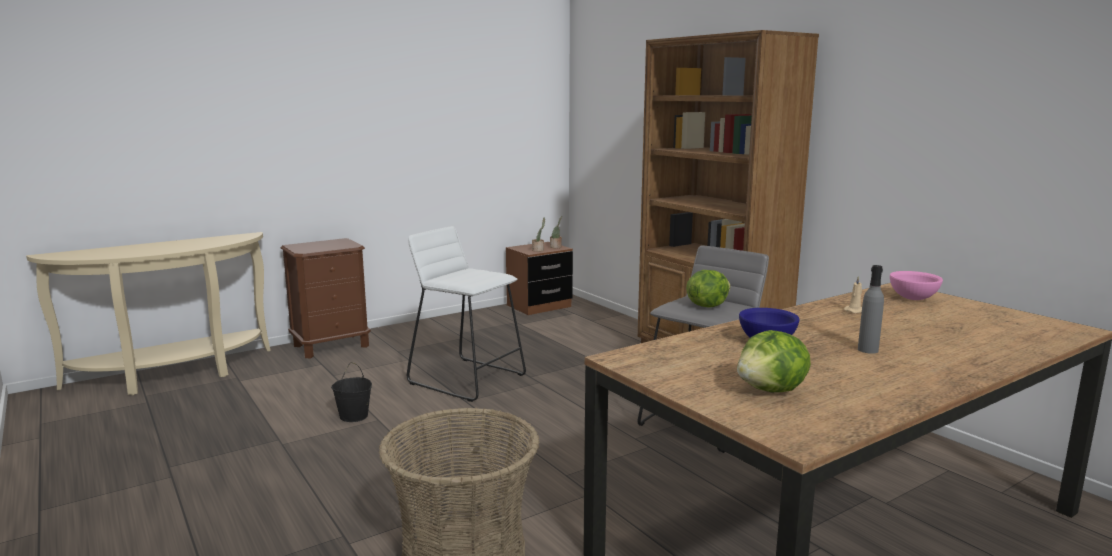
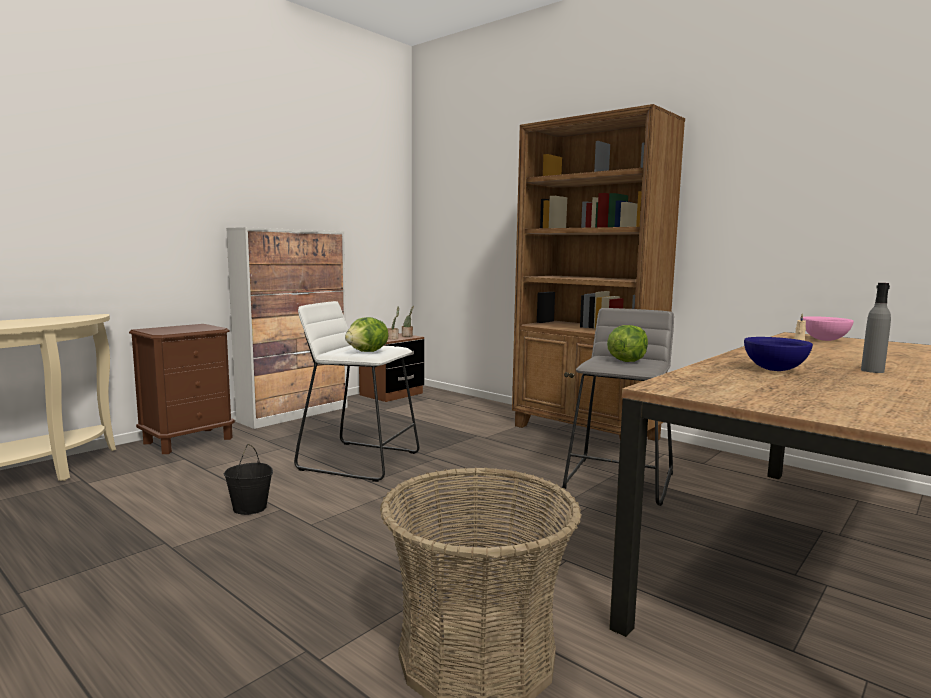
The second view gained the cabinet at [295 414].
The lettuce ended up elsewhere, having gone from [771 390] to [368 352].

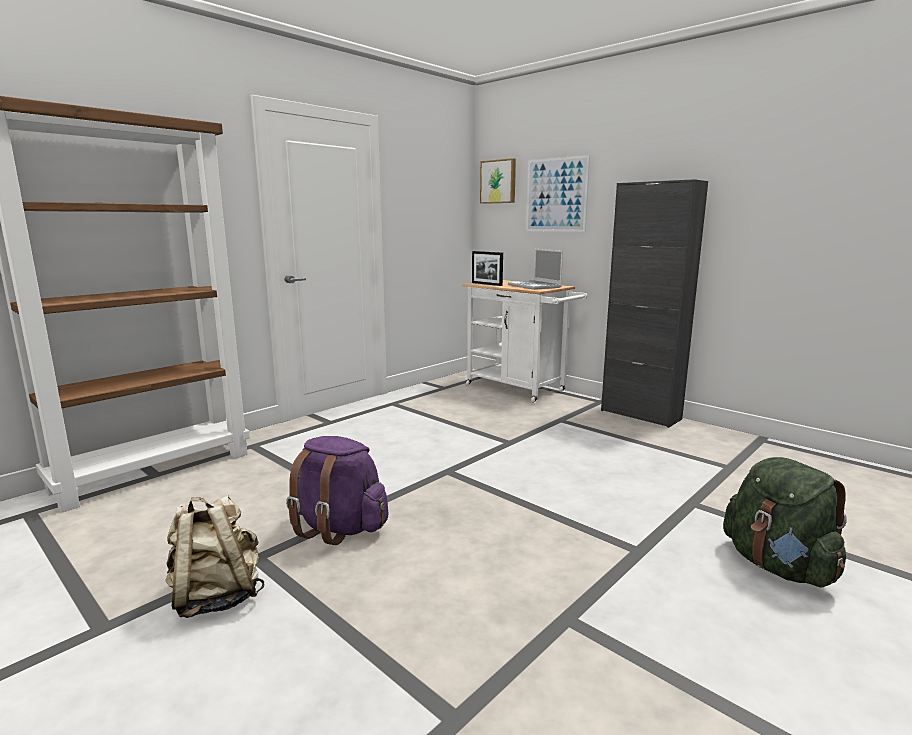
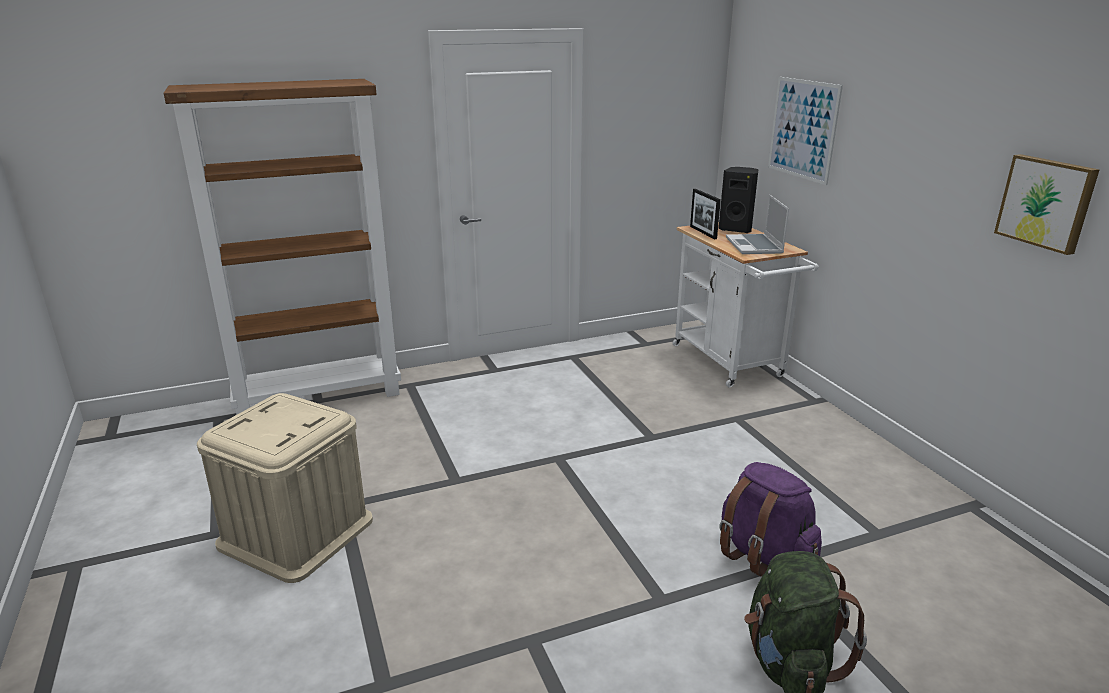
Where the beige backpack stood at [217 597], the beige storage box came to stand at [296 532].
The second view gained the black speaker at [736 229].
The purple backpack ended up elsewhere, having gone from [339 528] to [763 554].
The picture ended up elsewhere, having gone from [498 181] to [1046 202].
The second view lost the black cabinet at [640 415].

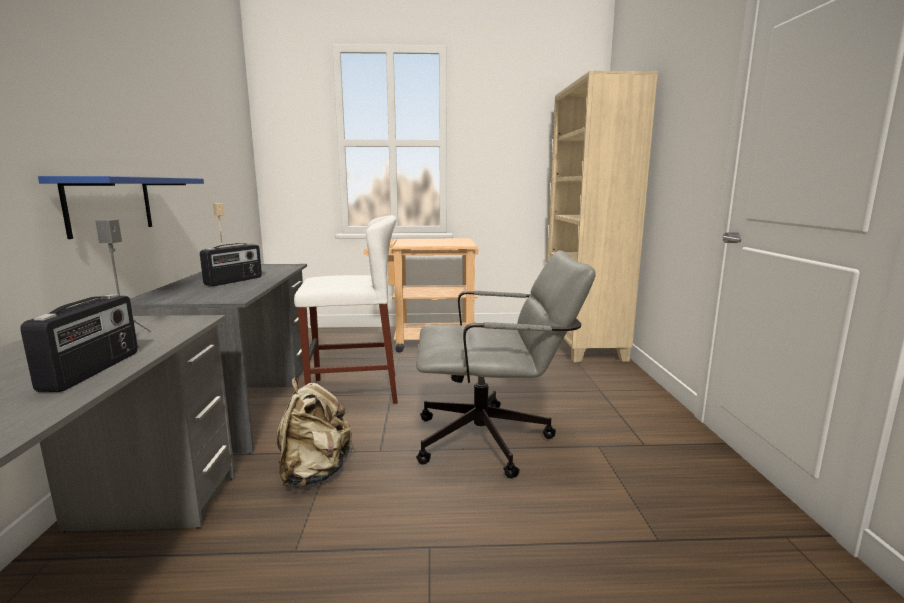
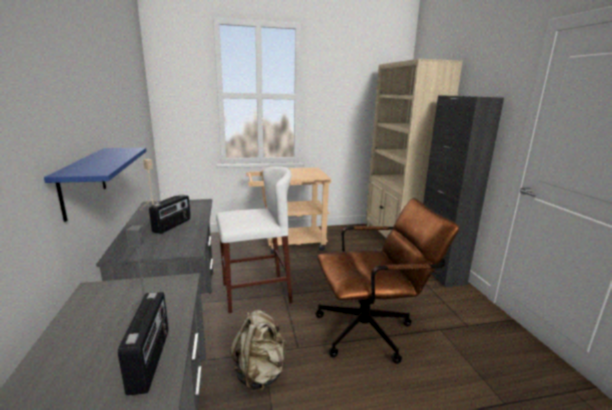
What was the grey office chair at [495 440] turned into the brown office chair at [372 330].
The second view gained the black cabinet at [439 271].

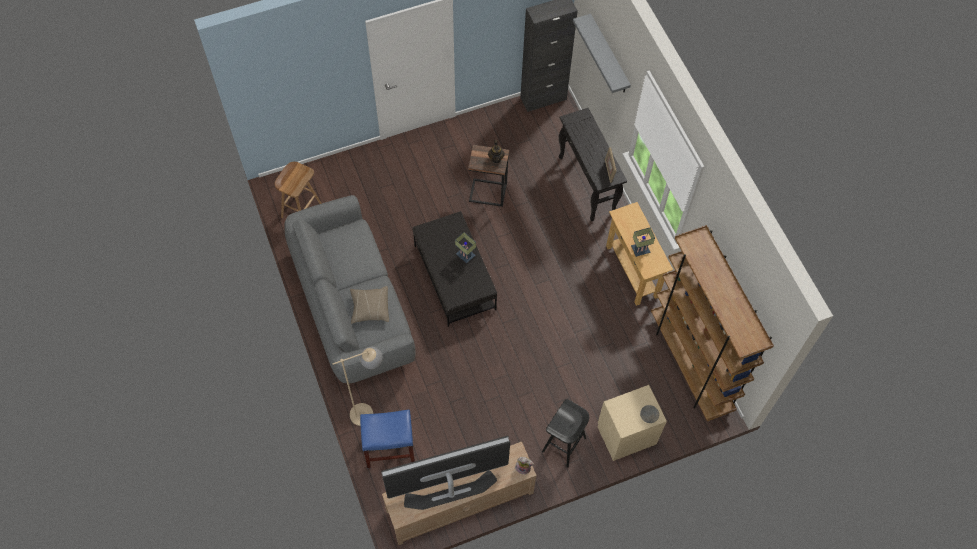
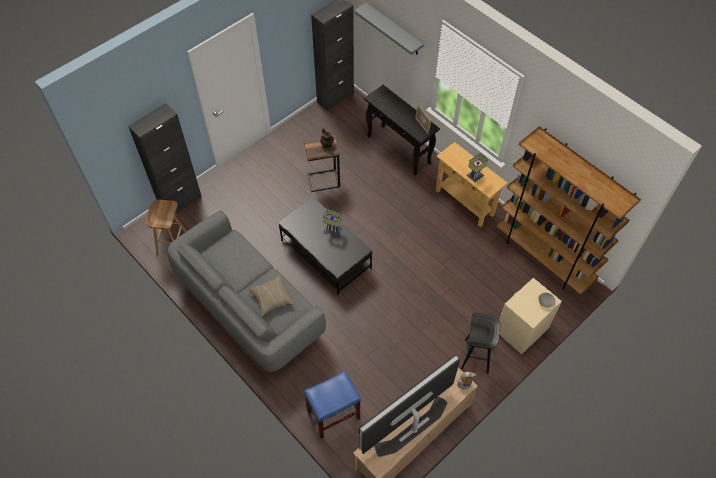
The second view gained the black cabinet at [180 202].
The second view lost the beige floor lamp at [369 411].

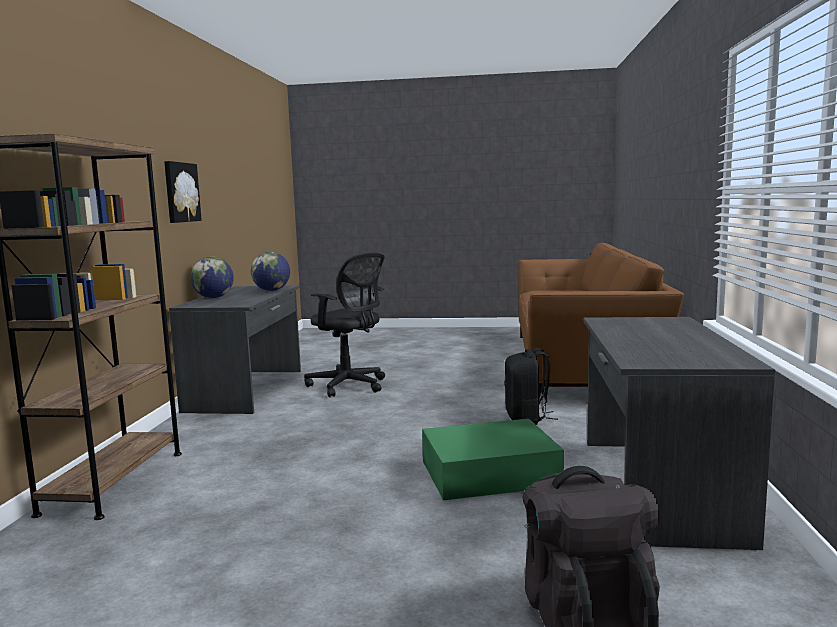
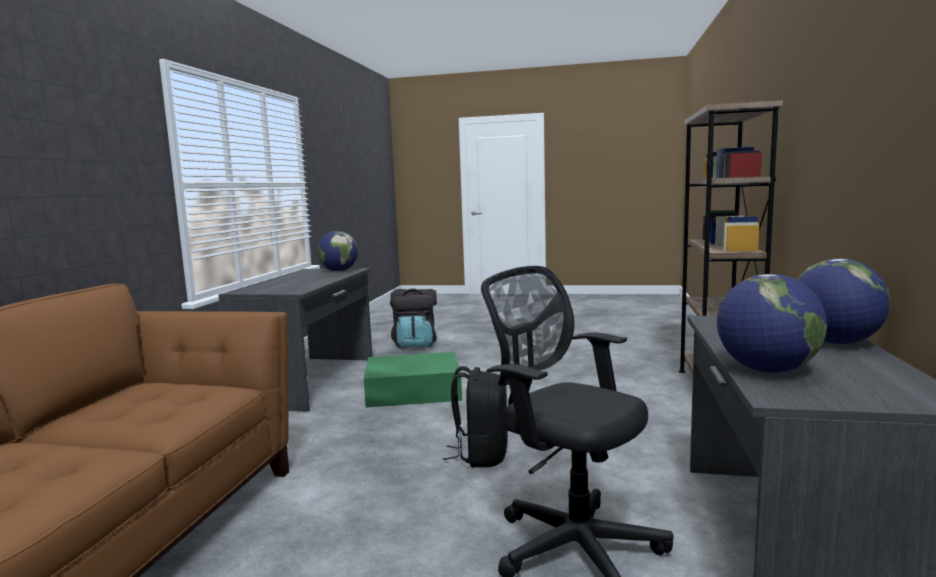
The second view gained the globe at [338 271].
The black backpack ended up elsewhere, having gone from [527 418] to [481 455].
The second view lost the picture at [180 192].

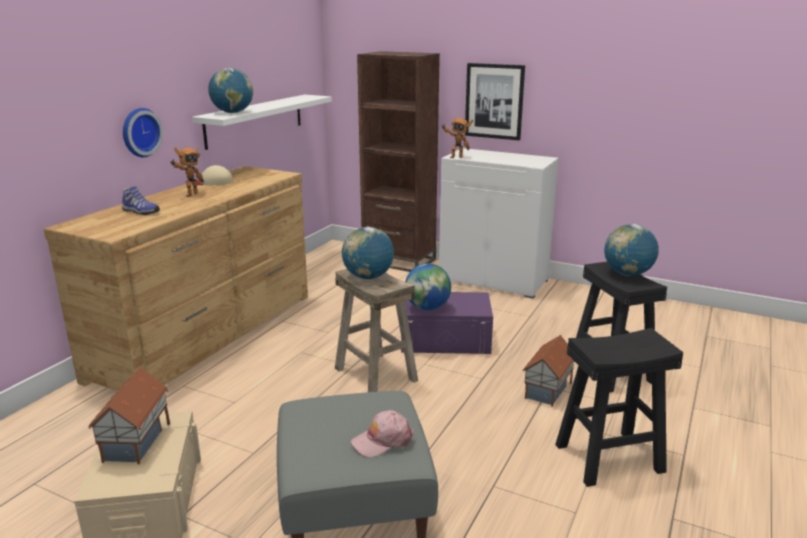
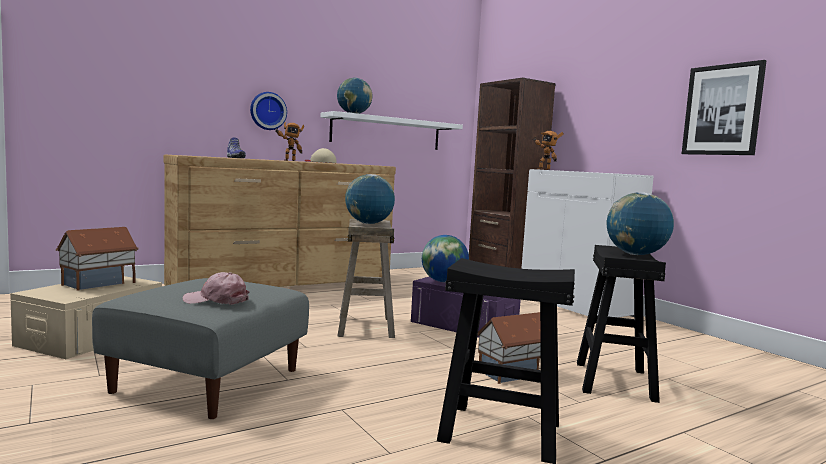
The picture ended up elsewhere, having gone from [494 101] to [722 110].

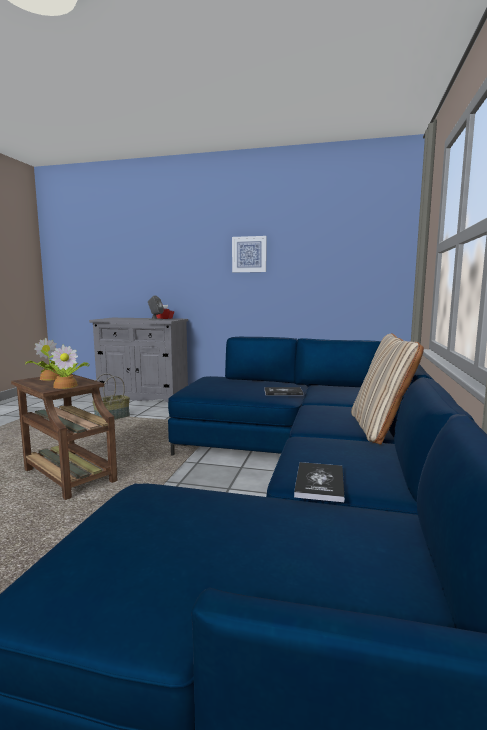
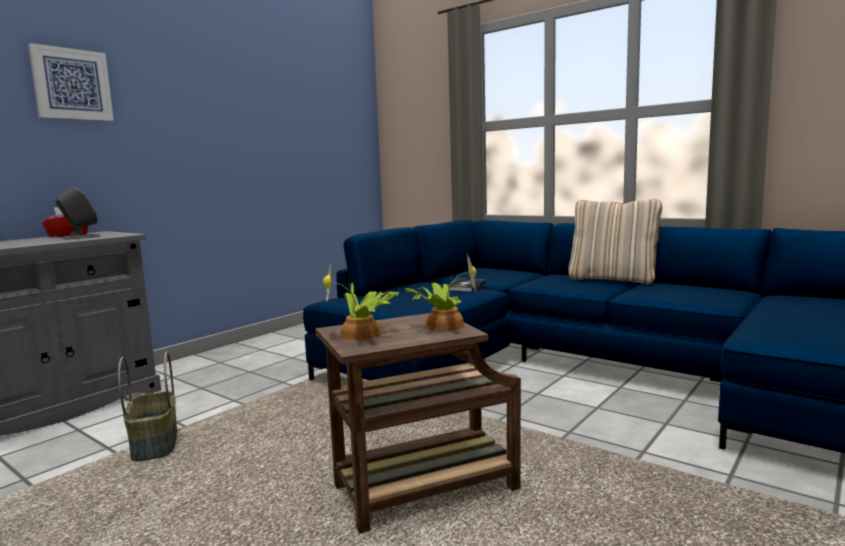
The picture ended up elsewhere, having gone from [249 254] to [72 84].
The second view lost the book at [319 483].

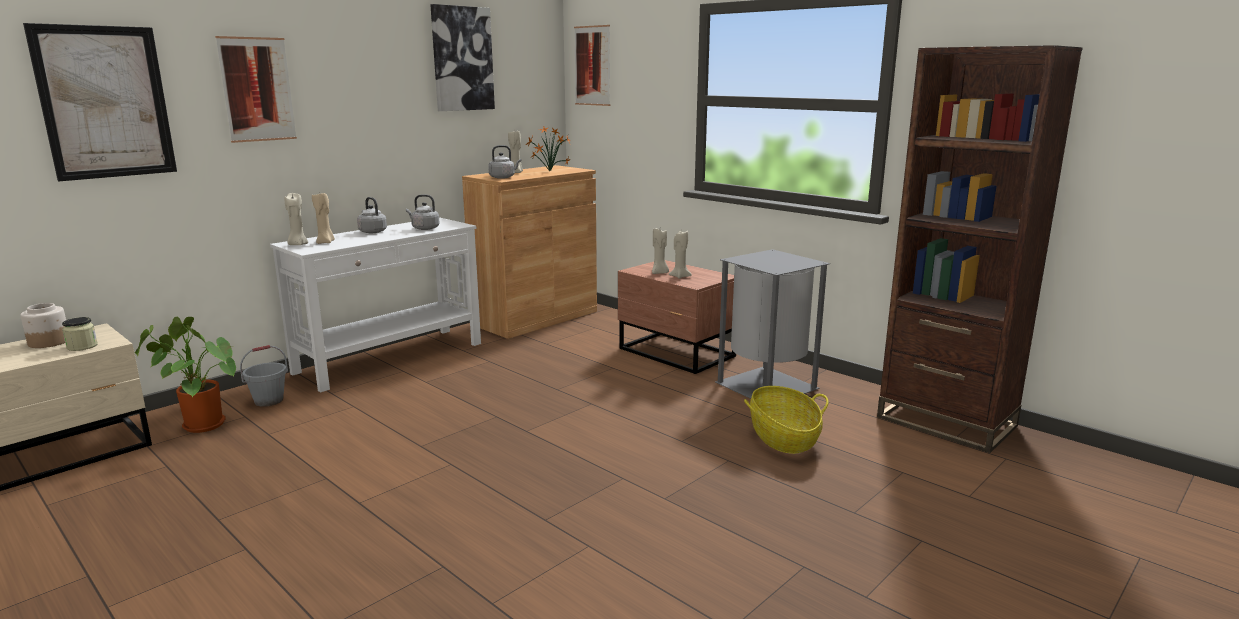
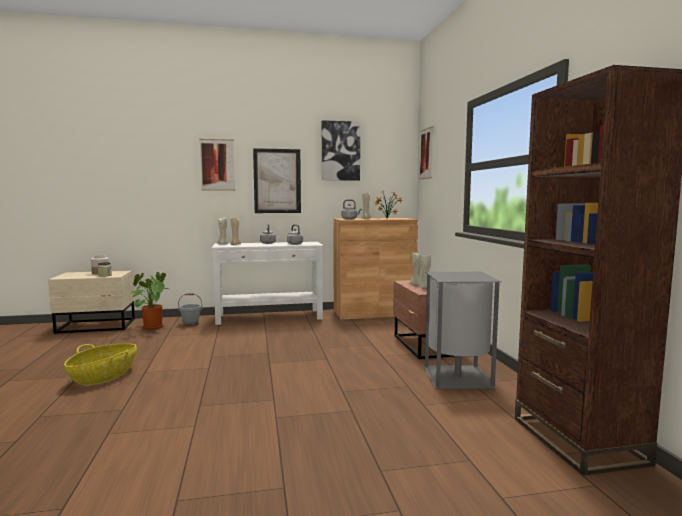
The basket ended up elsewhere, having gone from [783 437] to [103 376].
The picture ended up elsewhere, having gone from [105 102] to [277 181].

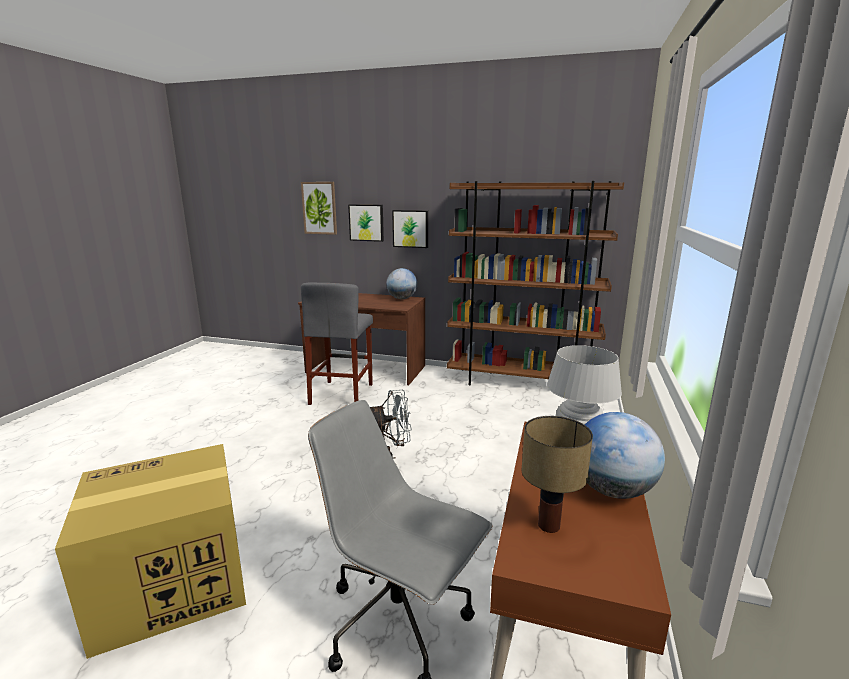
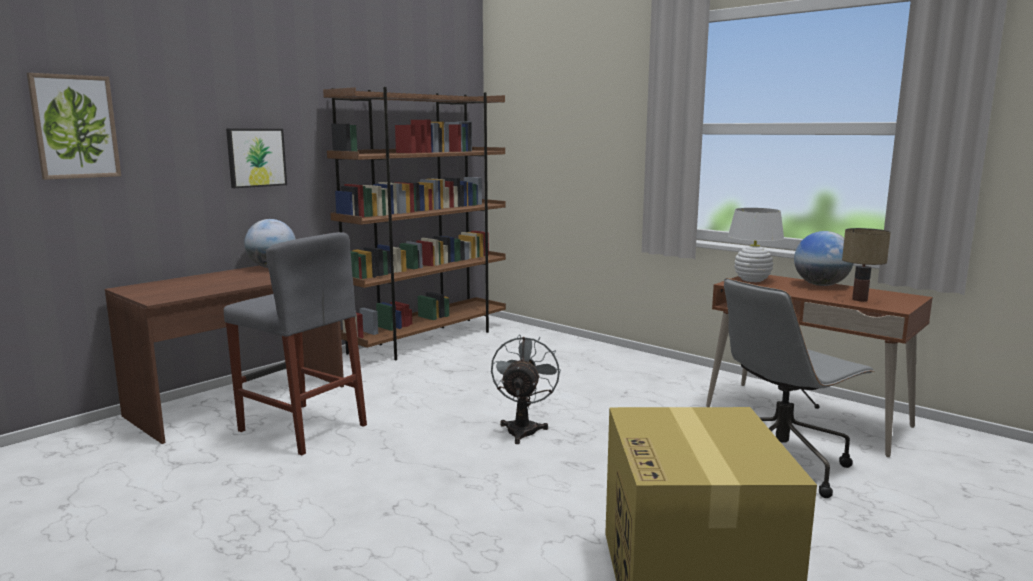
The second view lost the picture at [366 222].

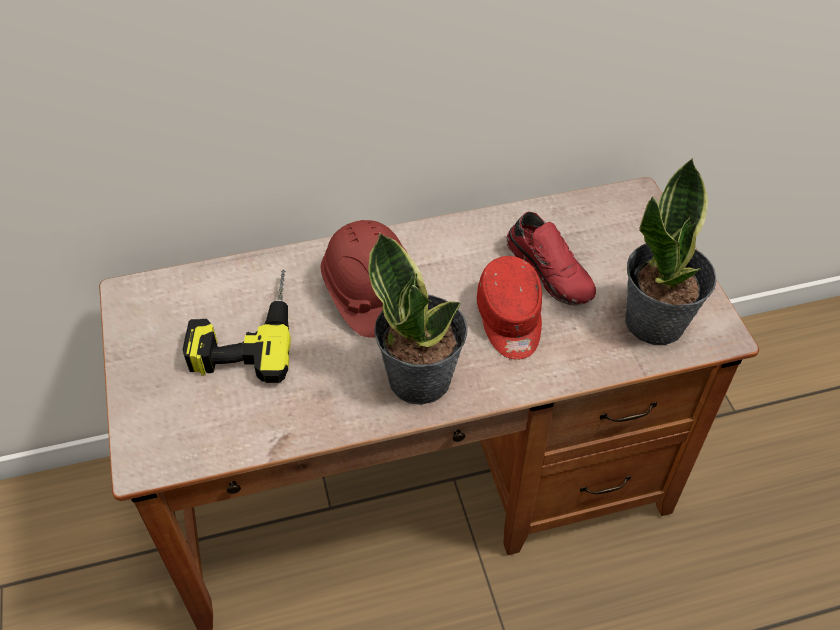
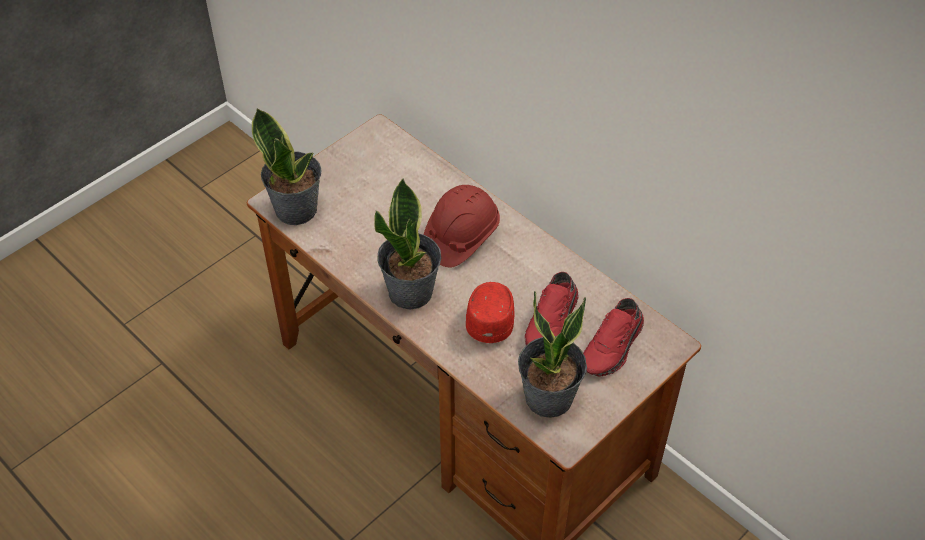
The second view gained the potted plant at [297 209].
The red cap at [510 320] ended up facing another way, 135 degrees clockwise from before.
The second view gained the red shoe at [613 347].
The second view lost the power drill at [244 330].

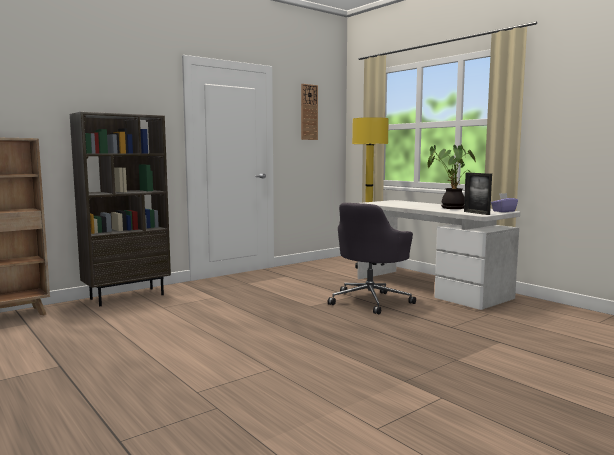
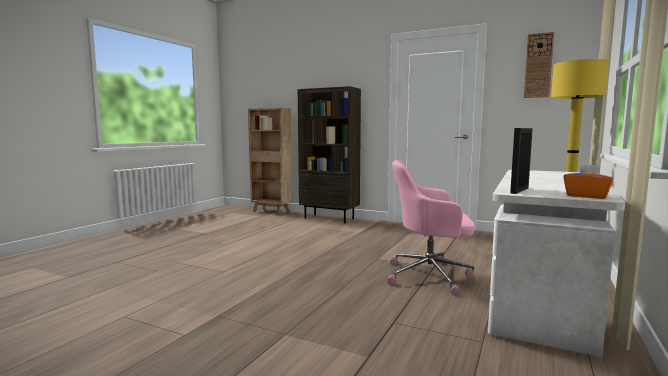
What was the grey office chair at [370 301] turned into the pink office chair at [430 276].
What was the purple tissue box at [503 211] turned into the orange tissue box at [586 196].
The second view lost the potted plant at [450 208].

